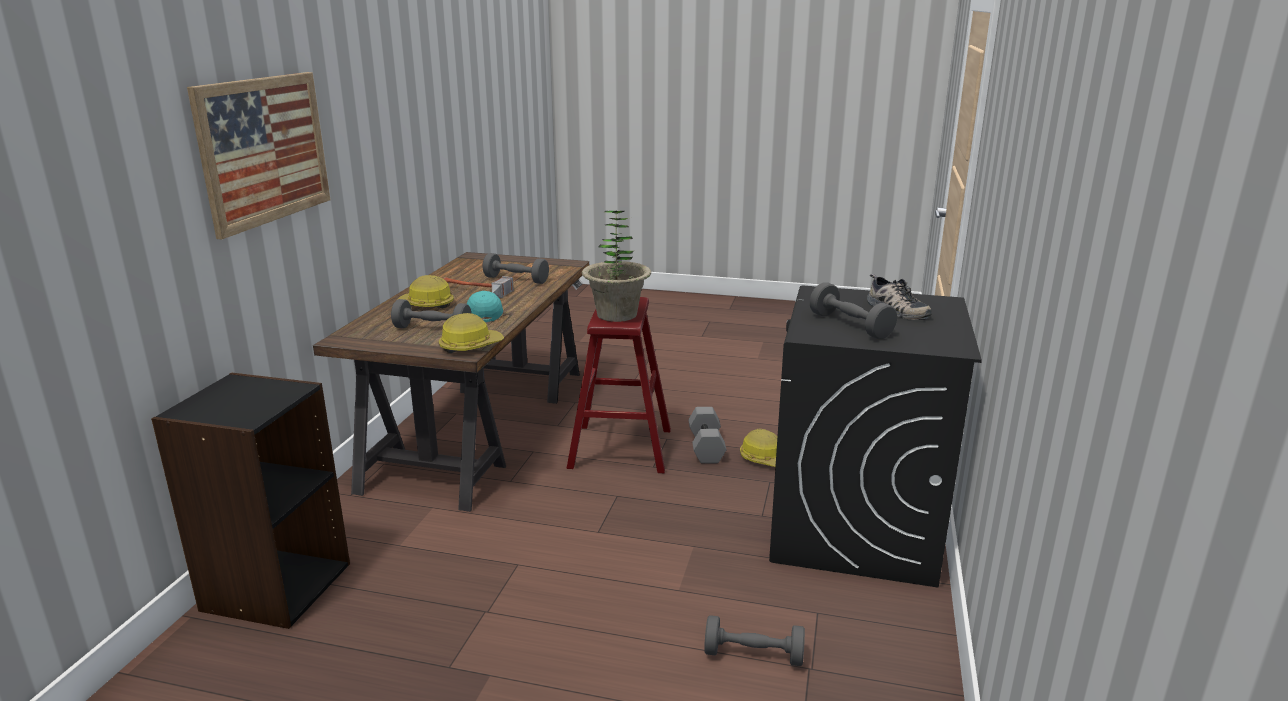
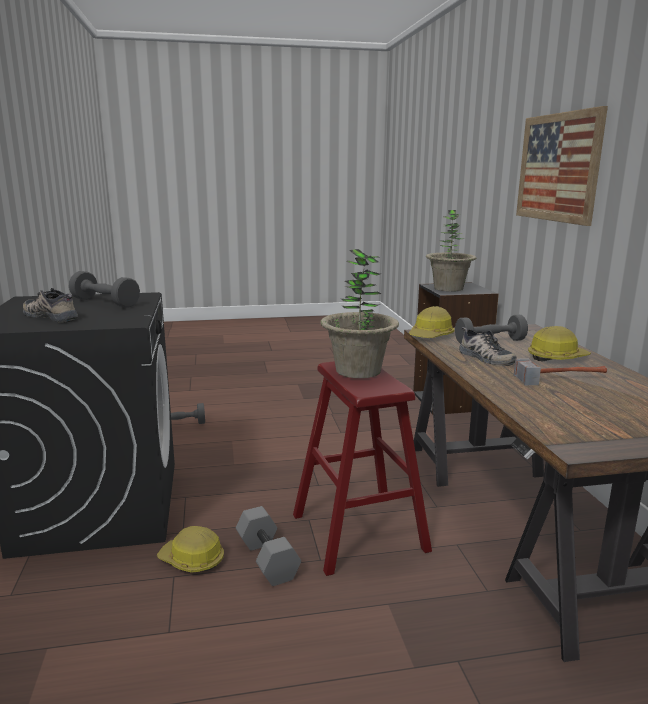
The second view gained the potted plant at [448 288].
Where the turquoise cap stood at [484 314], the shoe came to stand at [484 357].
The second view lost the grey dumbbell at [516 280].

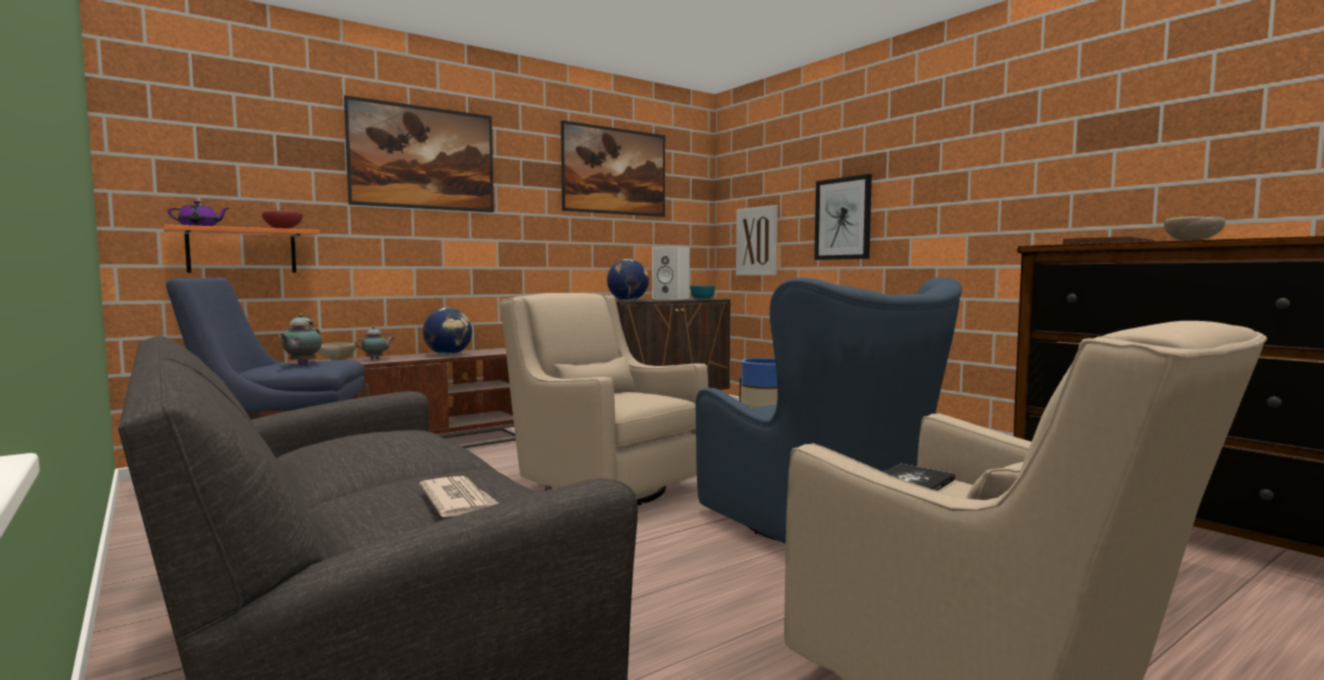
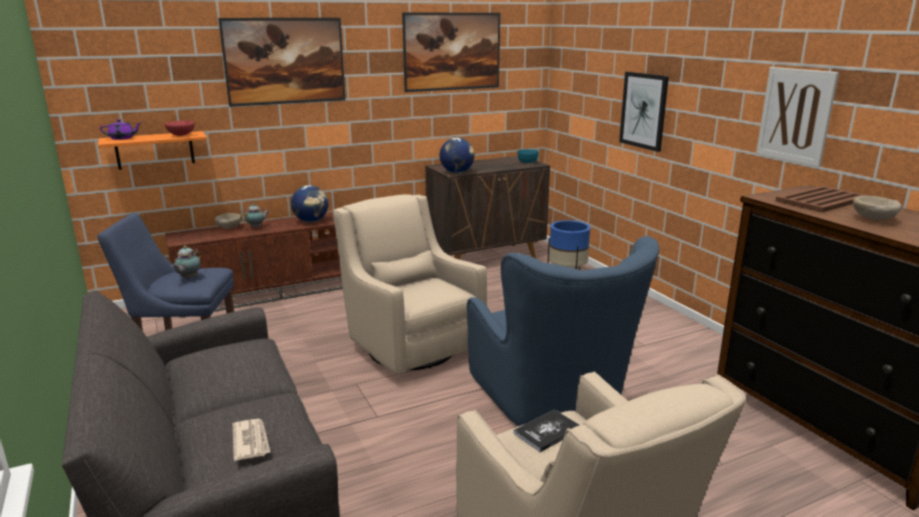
The picture ended up elsewhere, having gone from [756 241] to [795 115].
The second view lost the white speaker at [672 299].

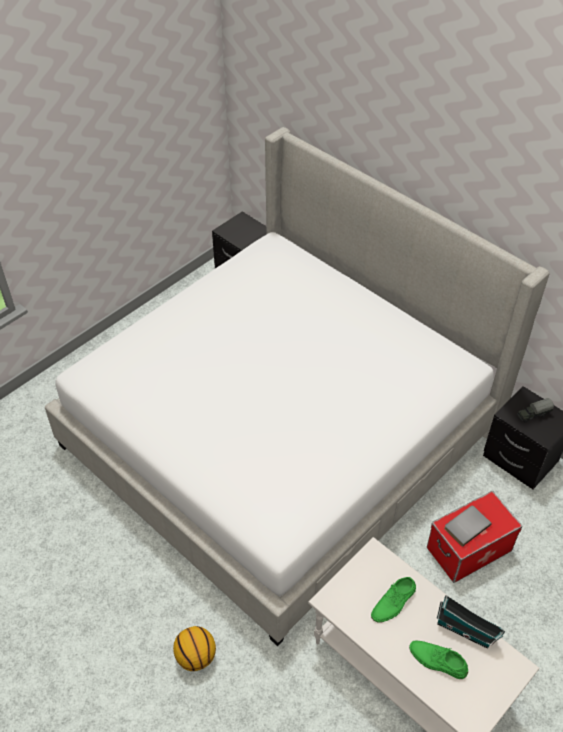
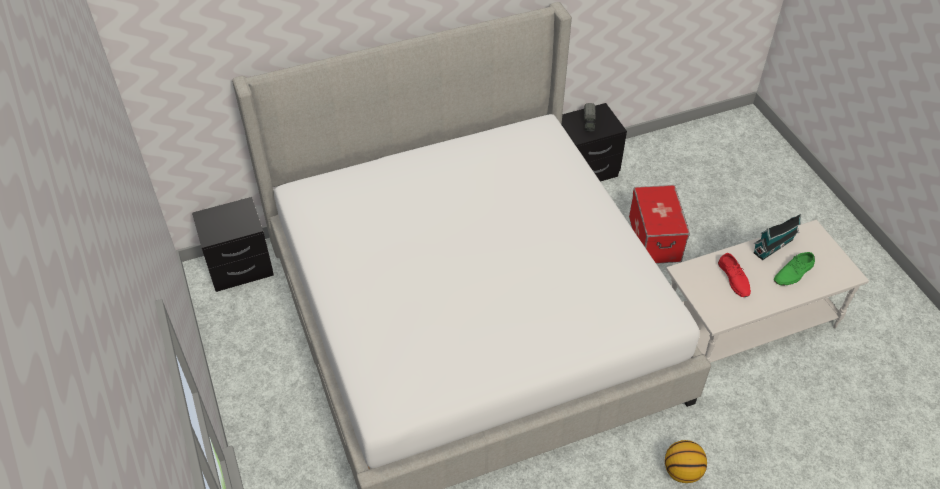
What was the green shoe at [394 602] turned into the red shoe at [734 278].
The second view lost the grey book at [466 525].

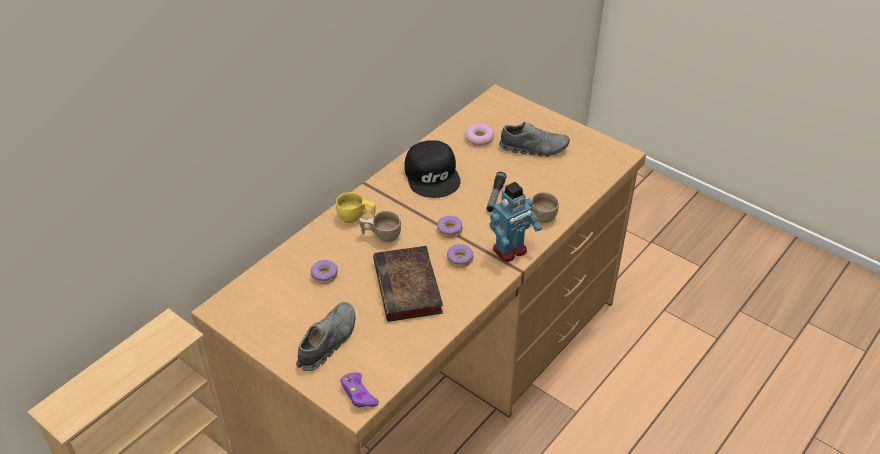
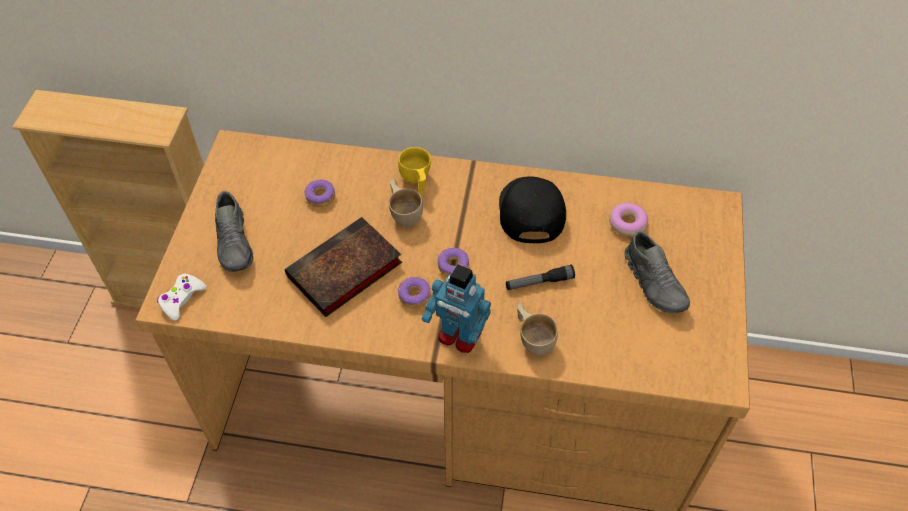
What was the purple game controller at [358 394] turned into the white game controller at [181 299].
The grey shoe at [327 342] ended up facing another way, 75 degrees clockwise from before.
The black cap at [433 175] ended up facing another way, 135 degrees clockwise from before.

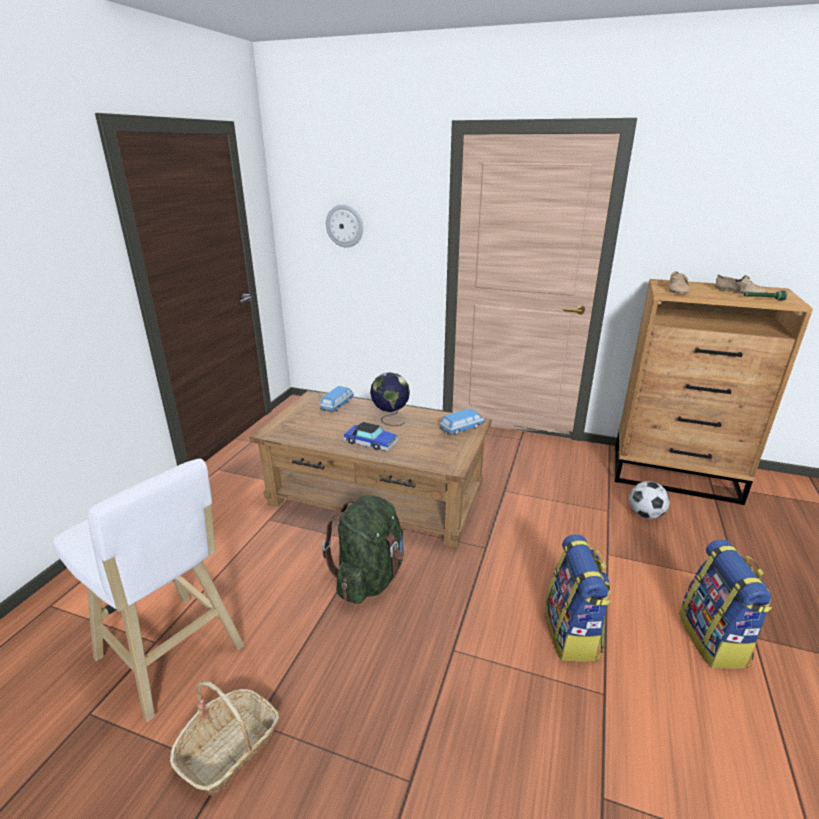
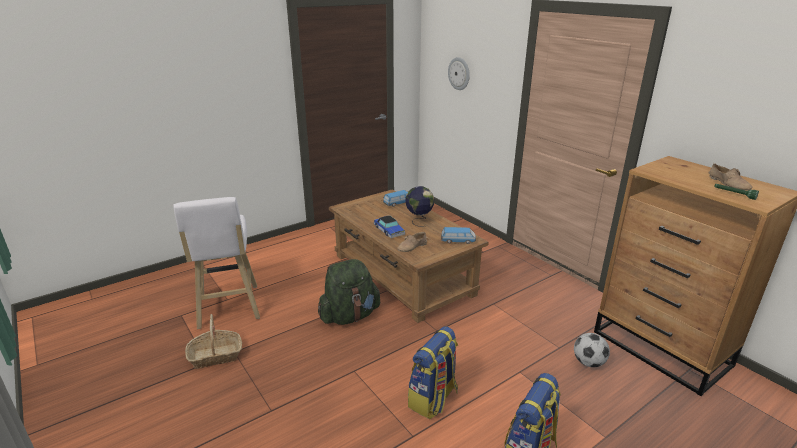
The beige shoe ended up elsewhere, having gone from [678 290] to [412 247].

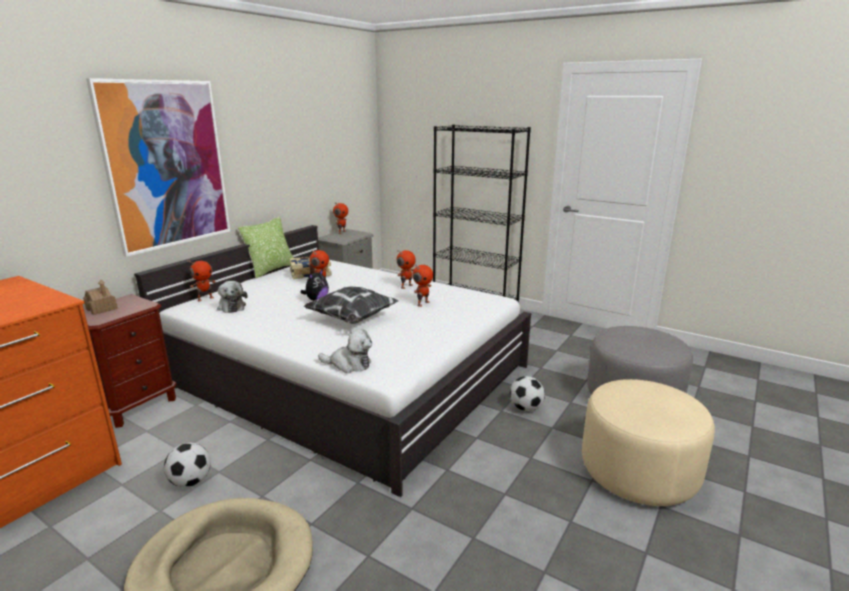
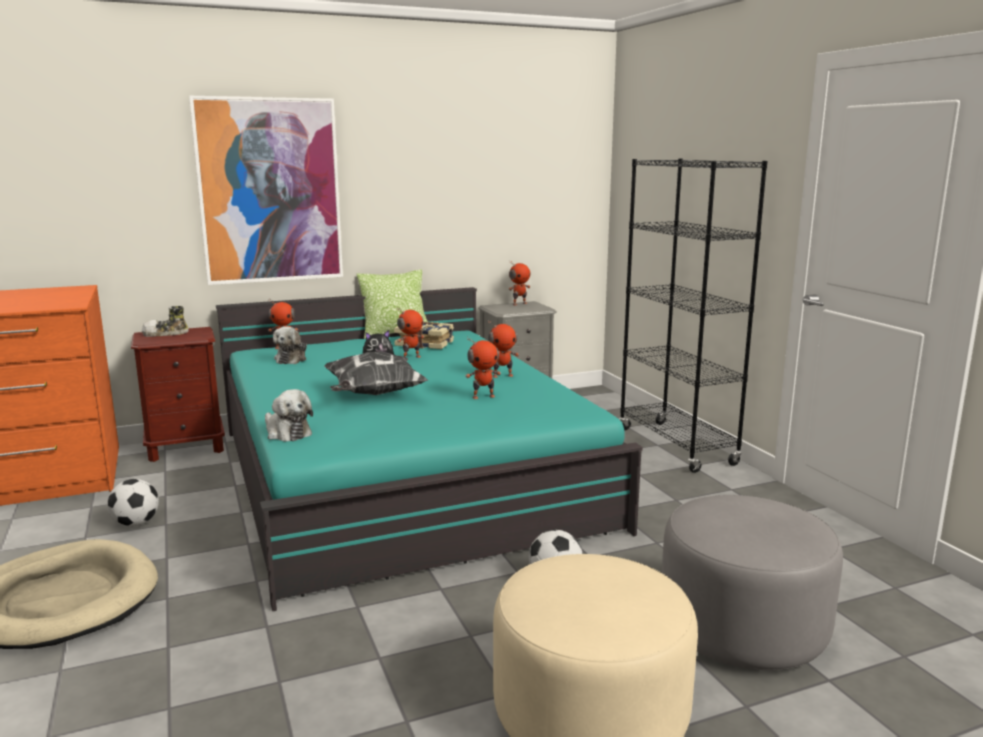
Where the toy house stood at [102 309], the shoe came to stand at [165 334].
What was the white bed at [346 374] turned into the turquoise bed at [402 476].

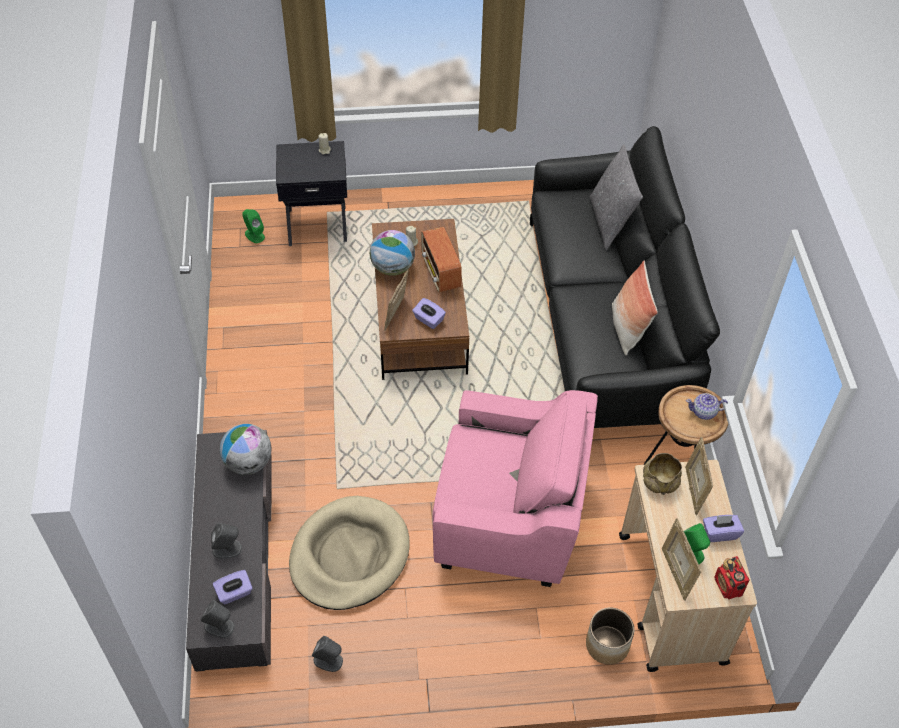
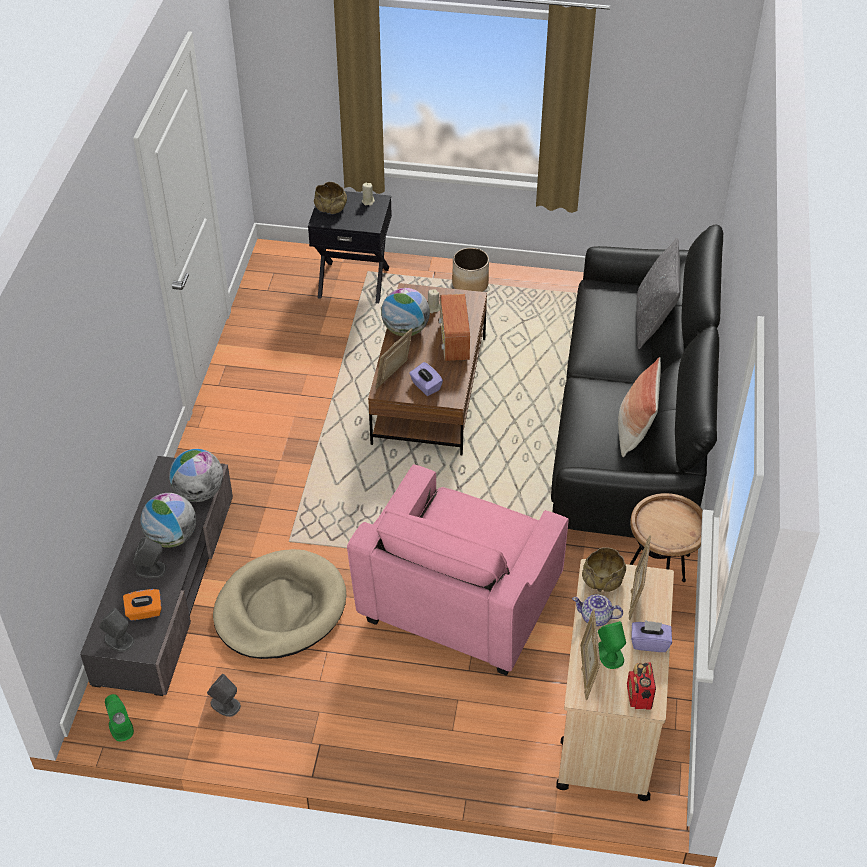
The green speaker ended up elsewhere, having gone from [254 235] to [121 727].
What was the purple tissue box at [234 593] turned into the orange tissue box at [144 612].
The second view gained the globe at [172 537].
The second view gained the beige bowl at [331 208].
The pink armchair at [508 518] ended up facing another way, 90 degrees clockwise from before.
The planter ended up elsewhere, having gone from [607 645] to [470 284].
The teapot ended up elsewhere, having gone from [704 412] to [596 617].

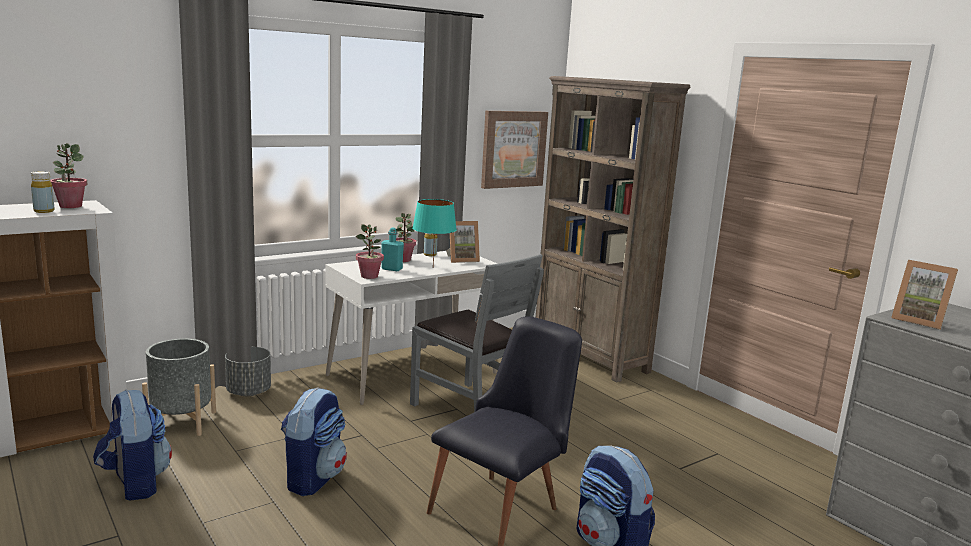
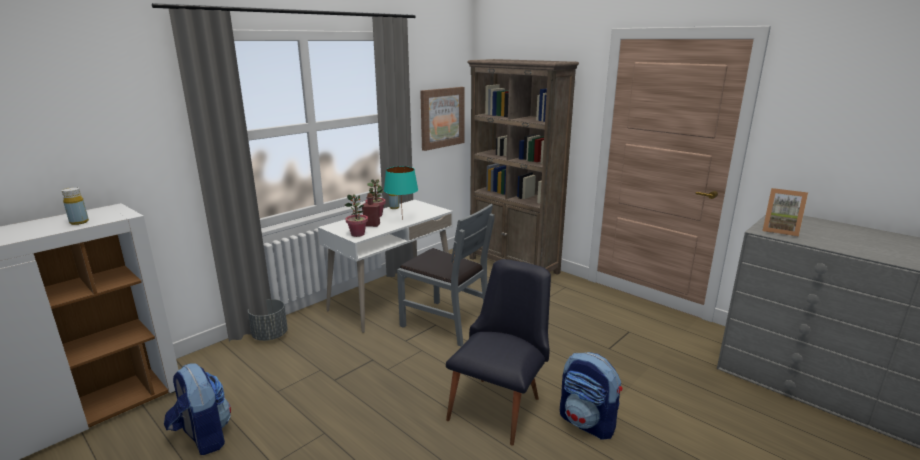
What was the turquoise bottle at [392 269] turned into the red bottle at [371 225].
The second view lost the potted plant at [70 206].
The second view lost the grey planter at [182 422].
The second view lost the backpack at [313 478].
The second view lost the picture frame at [462 260].

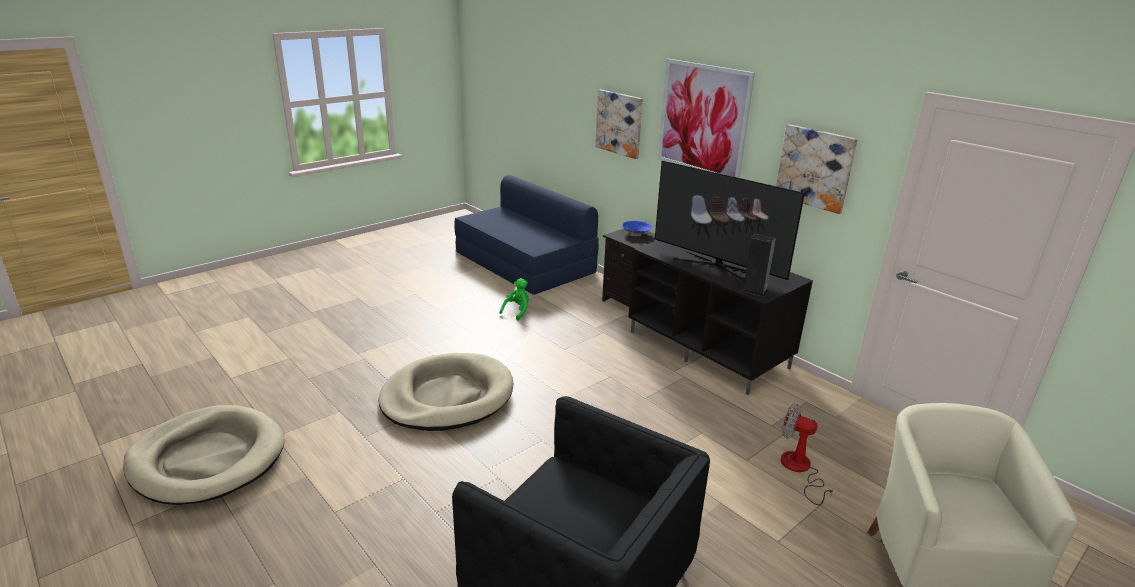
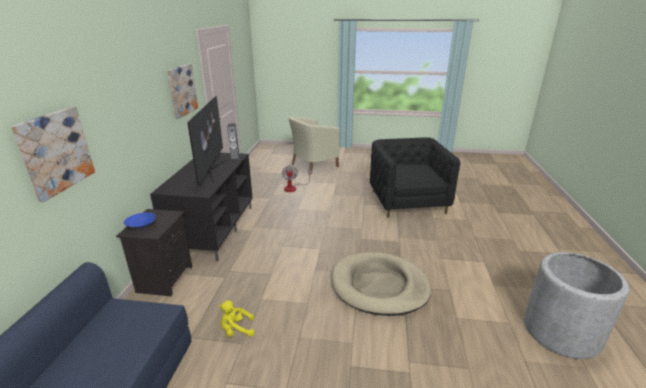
What was the green plush toy at [517 311] turned into the yellow plush toy at [236 330].
Where the beige dog bed stood at [207 459], the grey planter came to stand at [561 332].
The second view lost the picture at [703 119].

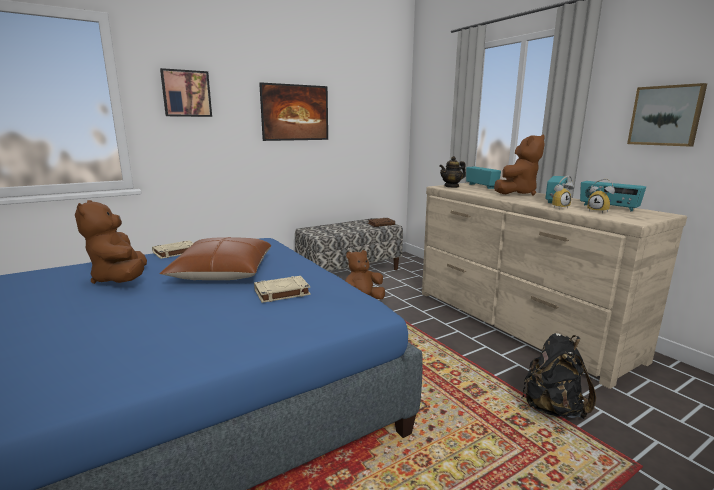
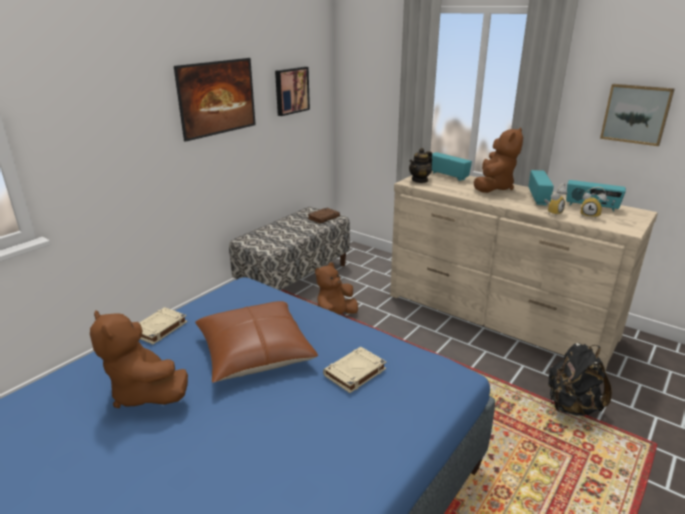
The picture ended up elsewhere, having gone from [186 93] to [291 90].

